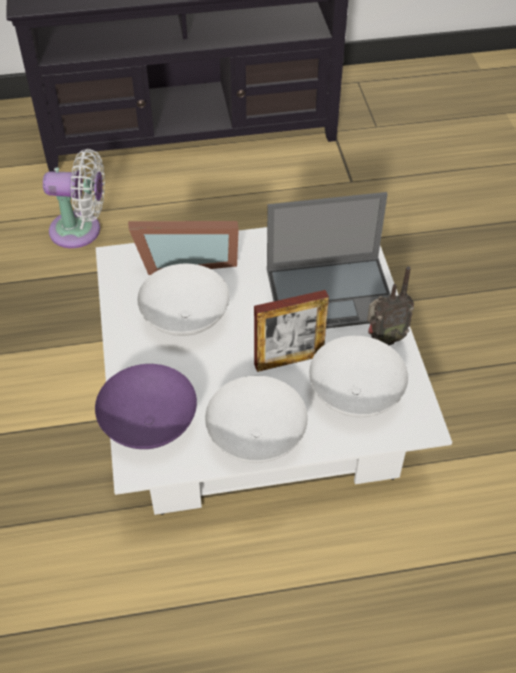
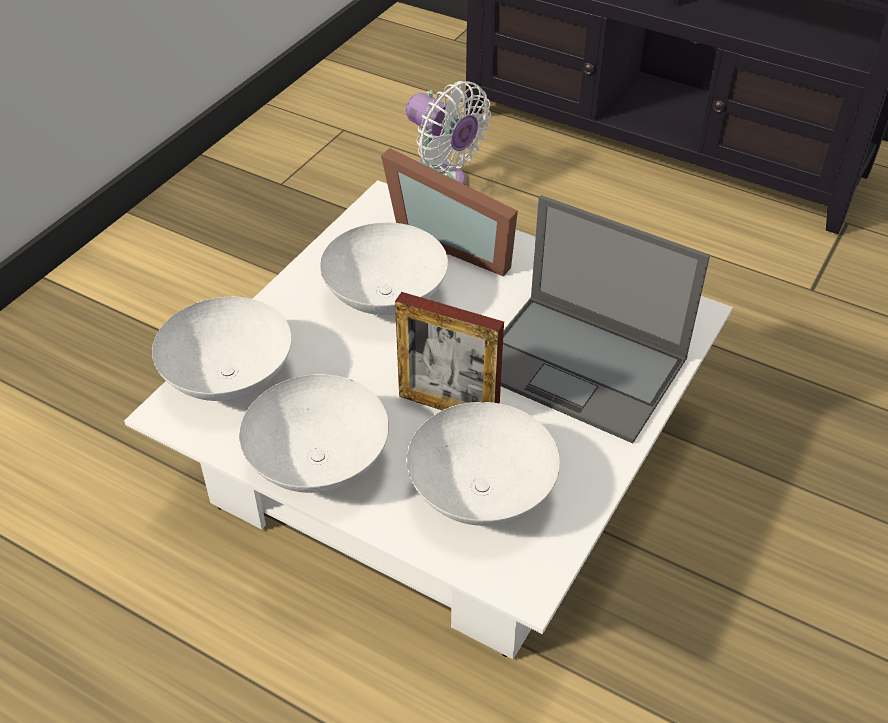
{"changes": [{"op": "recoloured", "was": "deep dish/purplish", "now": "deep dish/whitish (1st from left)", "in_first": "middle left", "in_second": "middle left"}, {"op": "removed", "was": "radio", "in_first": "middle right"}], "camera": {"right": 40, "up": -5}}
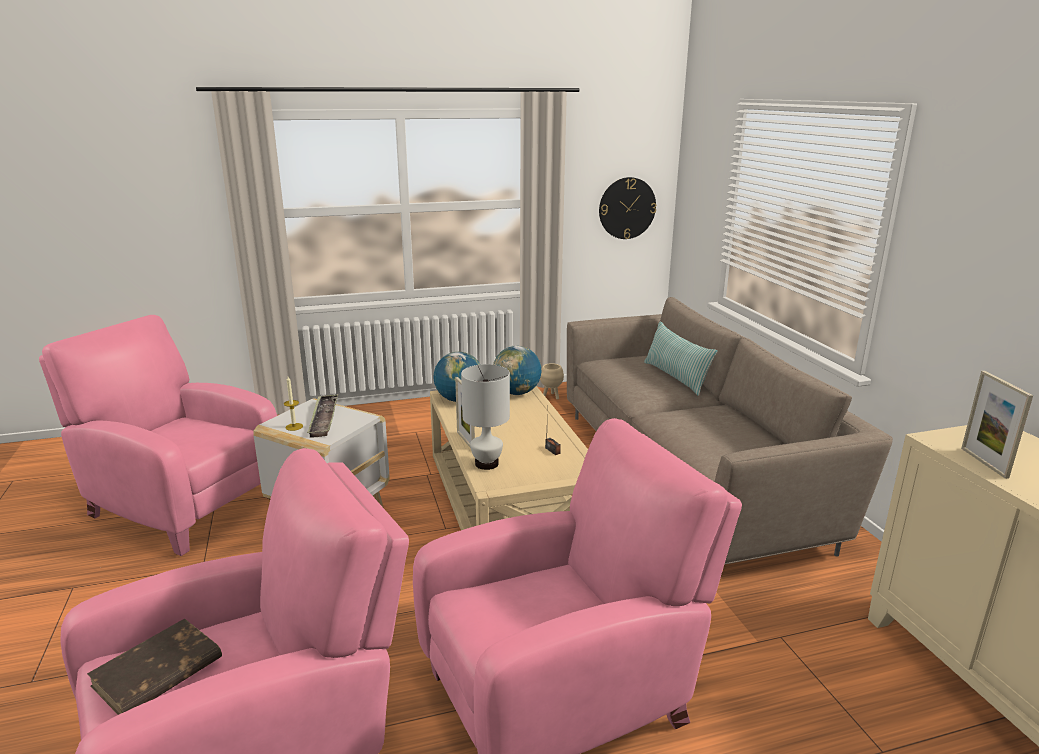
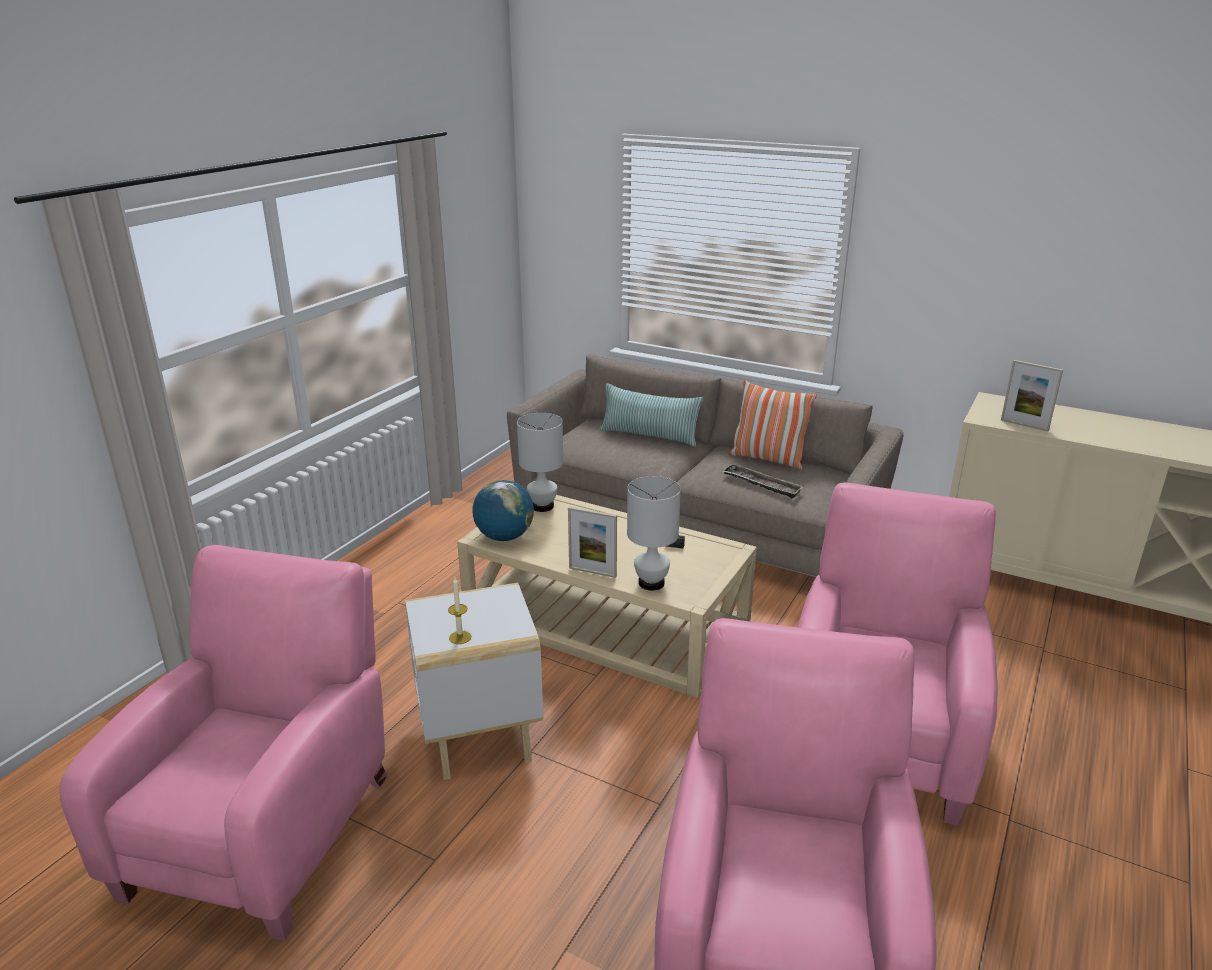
{"changes": [{"op": "turned", "was": "armchair/pink-coloured (1st from left)", "in_first": "middle left", "in_second": "bottom left", "clockwise": 120}, {"op": "replaced", "was": "world globe (2nd from left)", "now": "table lamp/whitish (1st from left)", "in_first": "centre", "in_second": "centre"}, {"op": "moved", "was": "tray", "in_first": "middle left", "in_second": "centre"}, {"op": "added", "now": "throw pillow (2nd from left)", "in_second": "centre"}, {"op": "removed", "was": "book/brownish", "in_first": "bottom left"}, {"op": "removed", "was": "planter/sand-coloured", "in_first": "centre"}, {"op": "removed", "was": "wall clock", "in_first": "top centre"}], "camera": {"right": -45, "up": 5}}
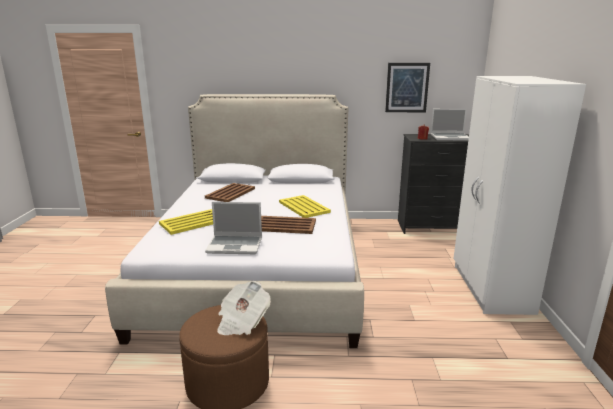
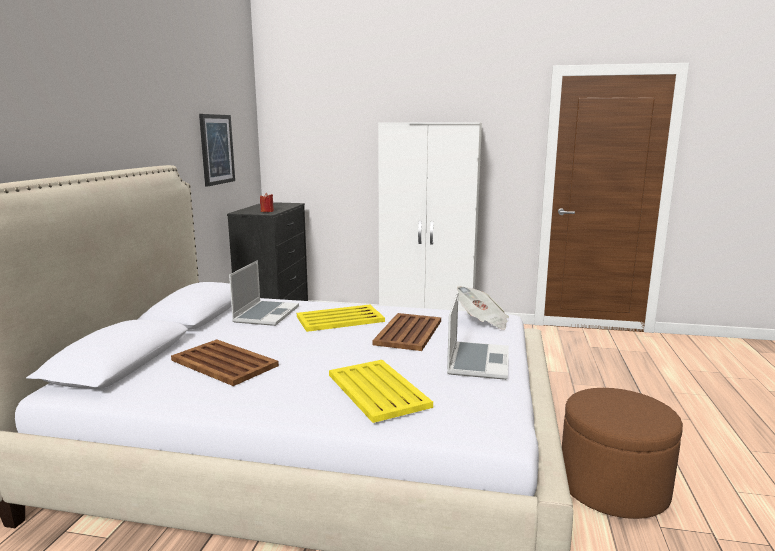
{"changes": [{"op": "moved", "was": "portable computer (2nd from left in the first image)", "now": "portable computer (1st from left)", "in_first": "top right", "in_second": "centre"}, {"op": "moved", "was": "printed paper", "in_first": "bottom centre", "in_second": "centre"}], "camera": {"right": -80, "up": -5}}
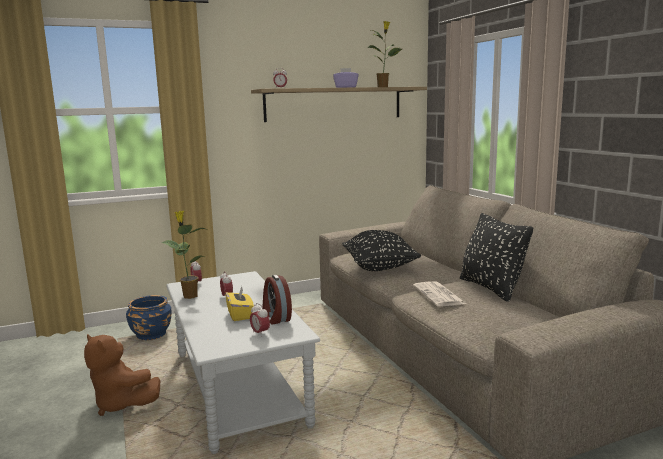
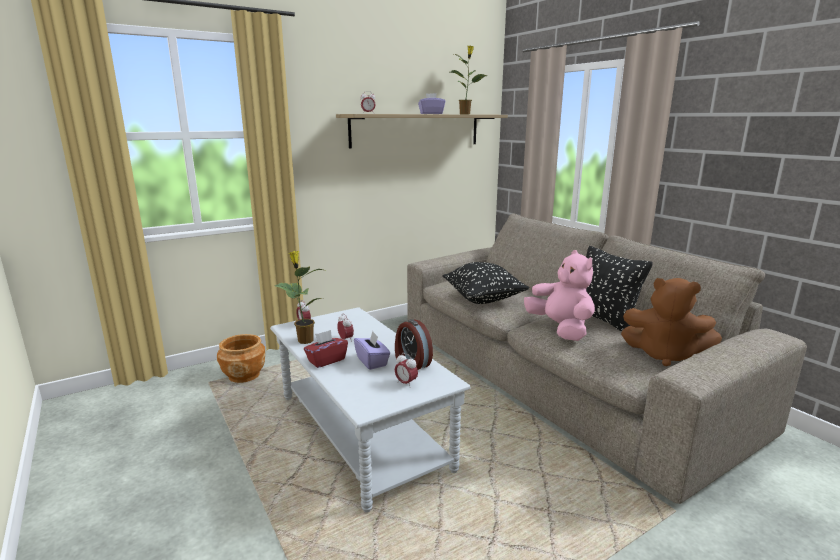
{"changes": [{"op": "recoloured", "was": "planter/bluish", "now": "planter/brownish", "in_first": "bottom left", "in_second": "middle left"}, {"op": "added", "now": "box of tissues/reddish", "in_second": "centre"}, {"op": "recoloured", "was": "box of tissues/yellow", "now": "box of tissues/purplish (1st from left)", "in_first": "centre", "in_second": "centre"}, {"op": "replaced", "was": "printed paper", "now": "soft toy/pink-coloured", "in_first": "centre", "in_second": "centre"}, {"op": "moved", "was": "soft toy/brownish", "in_first": "bottom left", "in_second": "middle right"}], "camera": {"right": -10, "up": 5}}
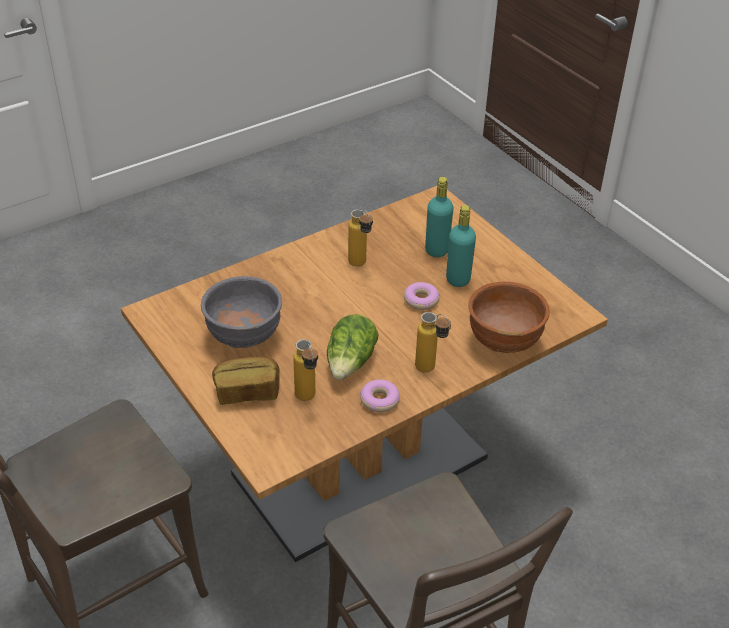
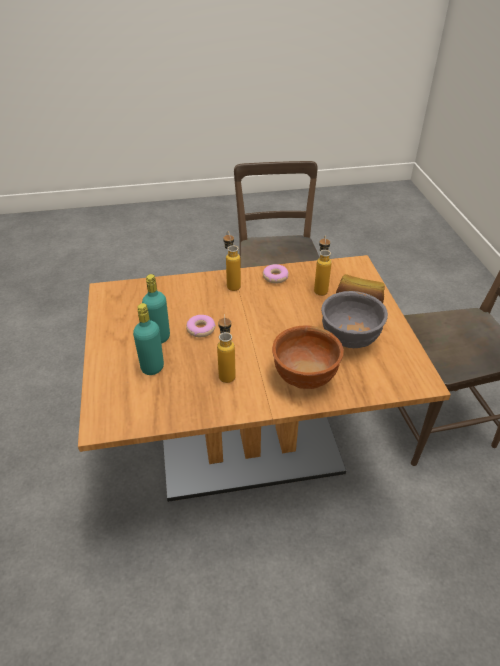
{"changes": [{"op": "moved", "was": "deep dish/brownish", "in_first": "middle right", "in_second": "centre"}, {"op": "removed", "was": "head of lettuce", "in_first": "centre"}], "camera": {"right": -155, "up": 0}}
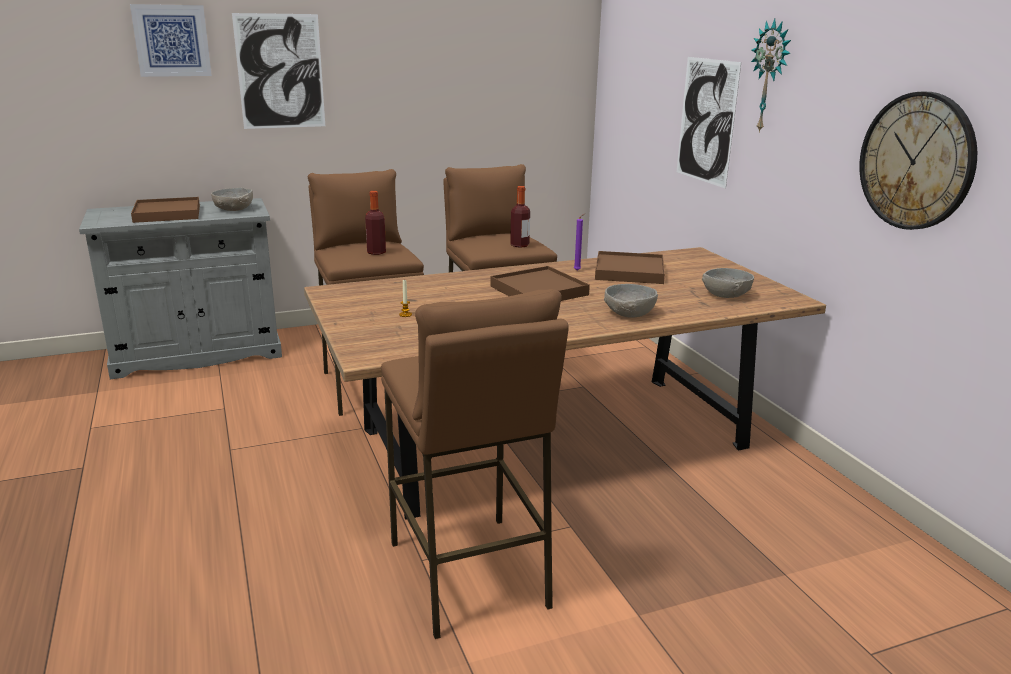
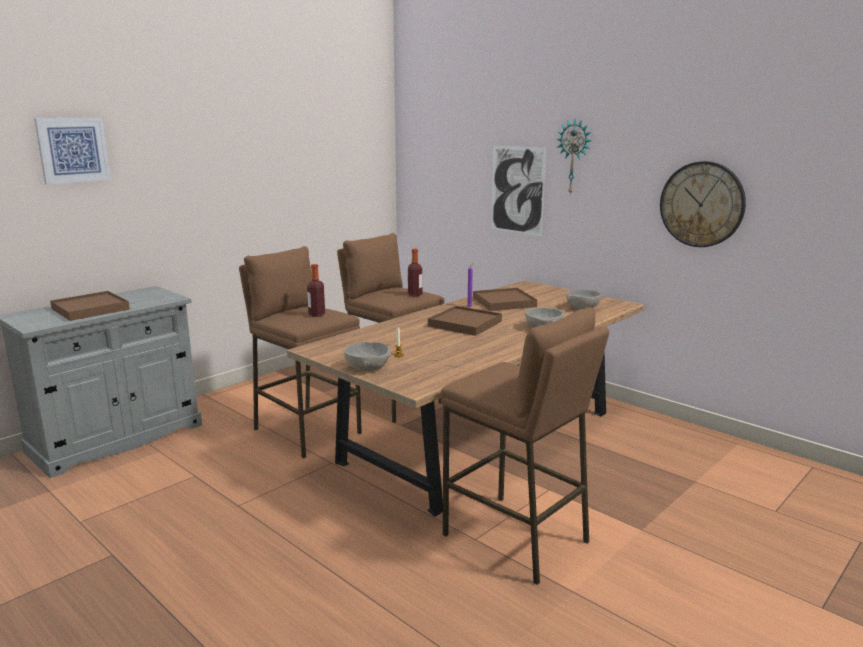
{"changes": [{"op": "moved", "was": "deep dish/greyish (1st from left)", "in_first": "top left", "in_second": "centre"}, {"op": "removed", "was": "wall picture (2nd from left)", "in_first": "top left"}], "camera": {"right": -25, "up": -5}}
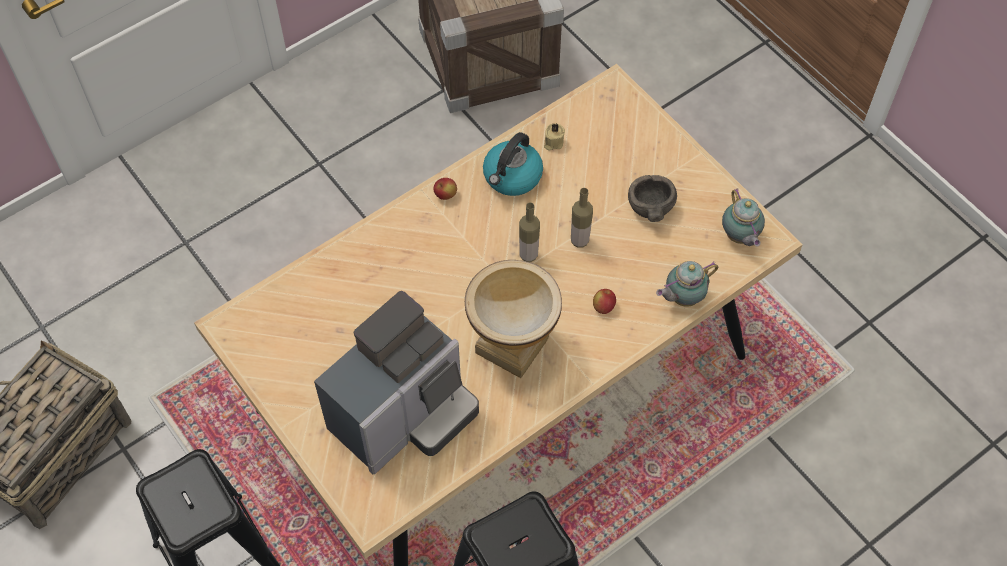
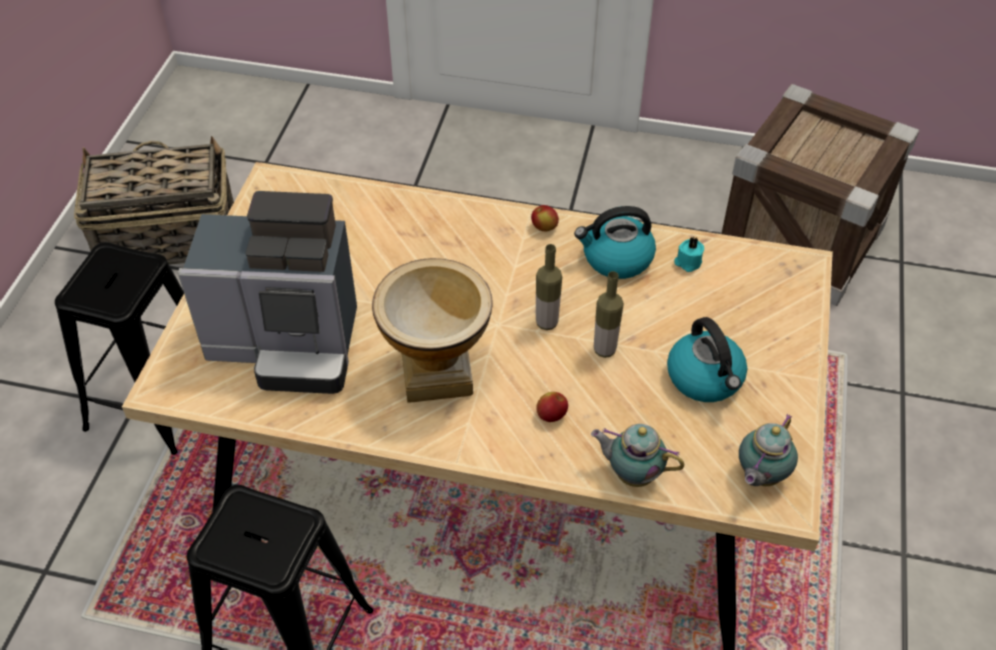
{"changes": [{"op": "replaced", "was": "deep dish/greyish", "now": "tea kettle (2nd from left)", "in_first": "centre", "in_second": "middle right"}, {"op": "recoloured", "was": "wax candle/sand-coloured", "now": "wax candle/turquoise-coloured", "in_first": "top centre", "in_second": "middle right"}], "camera": {"right": 50, "up": -10}}
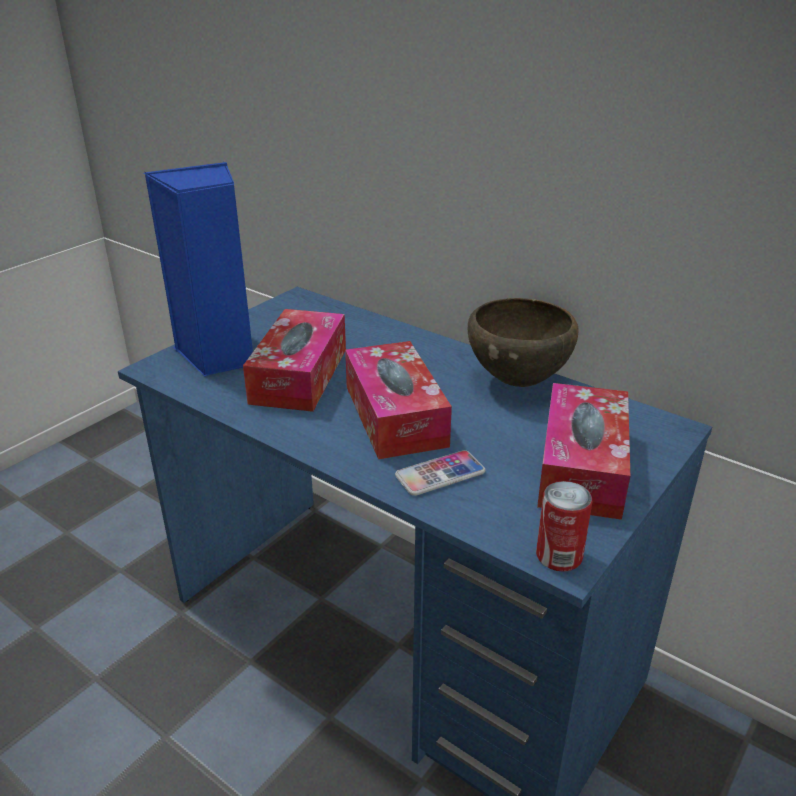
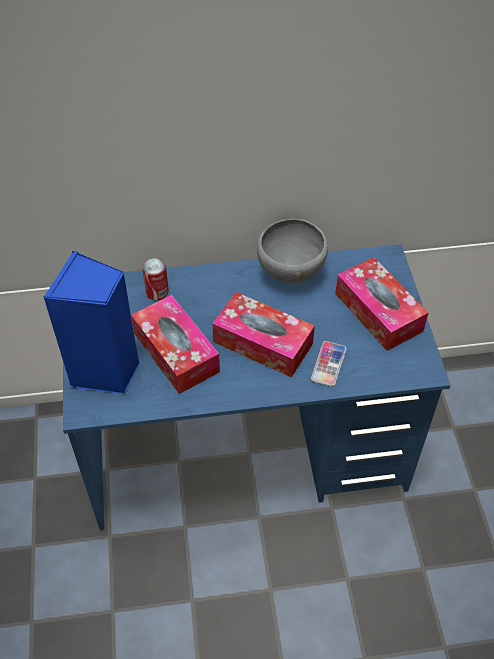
{"changes": [{"op": "moved", "was": "sealed can", "in_first": "middle right", "in_second": "middle left"}, {"op": "recoloured", "was": "deep dish/brownish", "now": "deep dish/greyish", "in_first": "centre", "in_second": "centre"}], "camera": {"right": -45, "up": 20}}
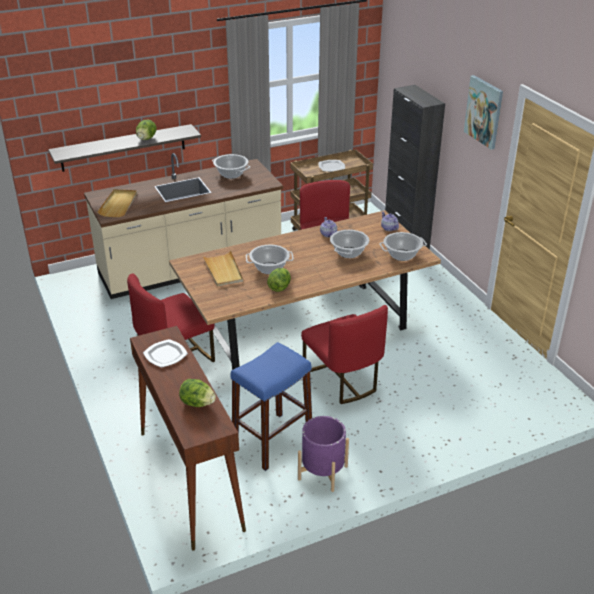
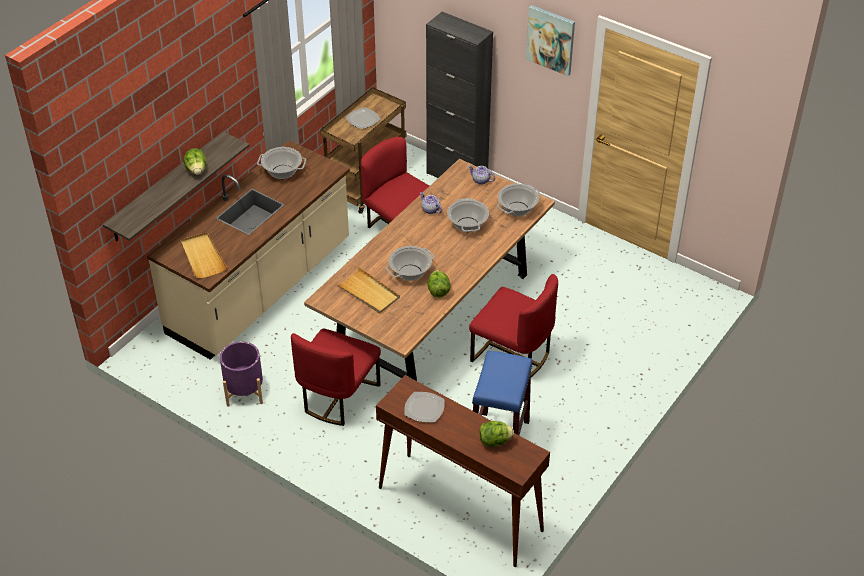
{"changes": [{"op": "moved", "was": "planter/purplish", "in_first": "bottom centre", "in_second": "middle left"}], "camera": {"right": -30, "up": 10}}
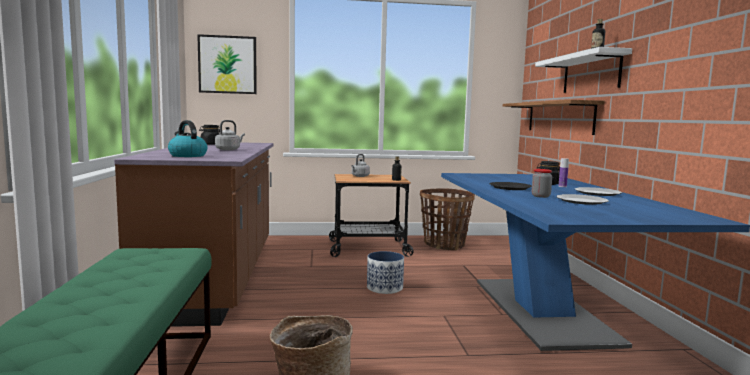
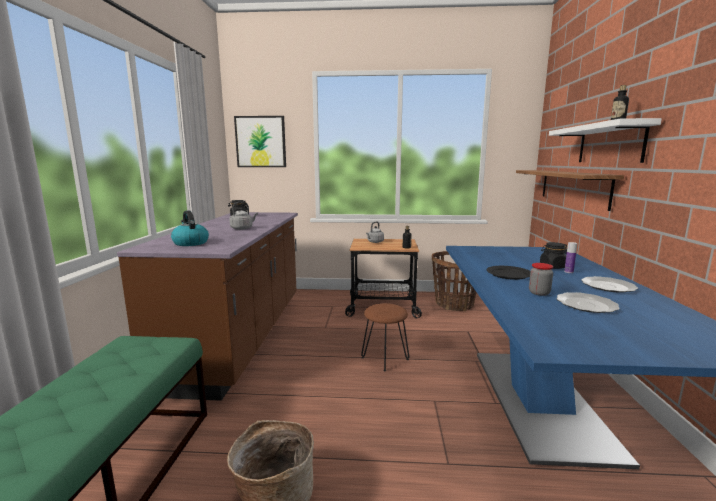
{"changes": [{"op": "replaced", "was": "planter", "now": "sitting stool/brownish", "in_first": "bottom centre", "in_second": "bottom centre"}], "camera": {"right": 10, "up": 5}}
